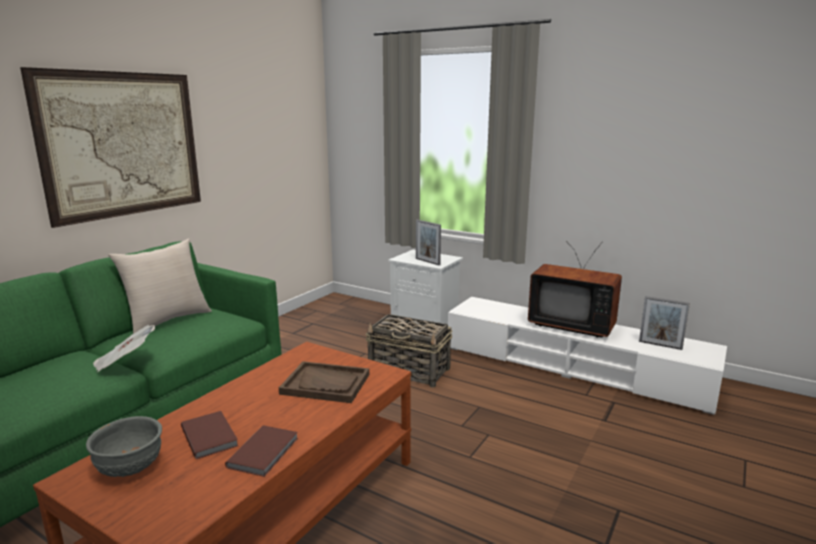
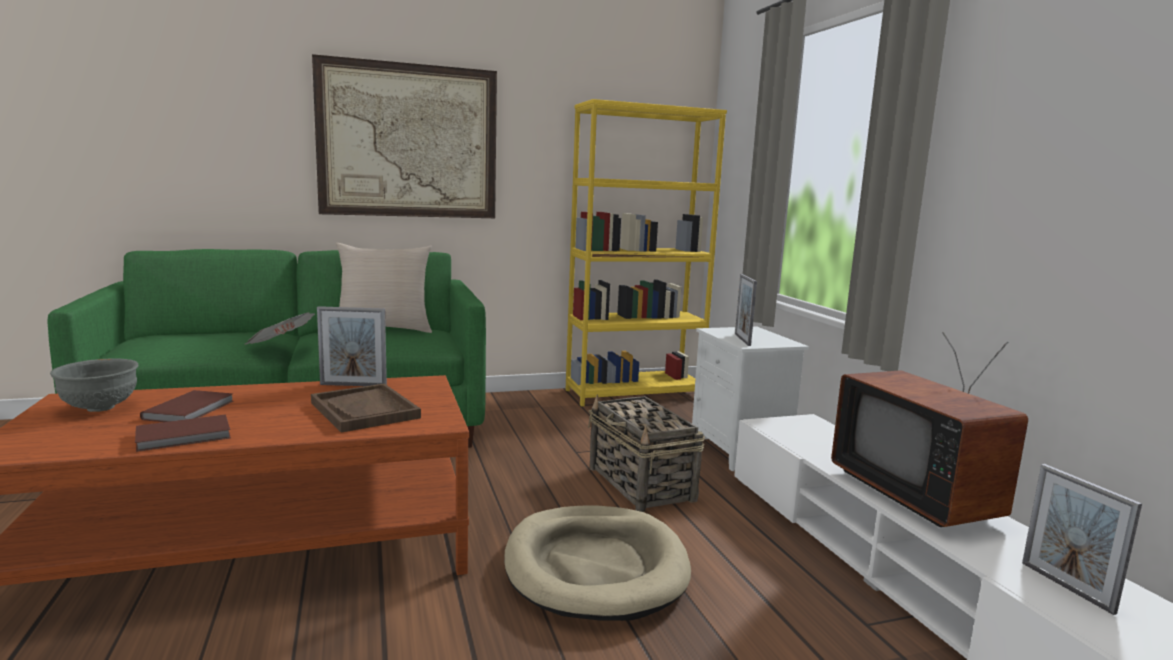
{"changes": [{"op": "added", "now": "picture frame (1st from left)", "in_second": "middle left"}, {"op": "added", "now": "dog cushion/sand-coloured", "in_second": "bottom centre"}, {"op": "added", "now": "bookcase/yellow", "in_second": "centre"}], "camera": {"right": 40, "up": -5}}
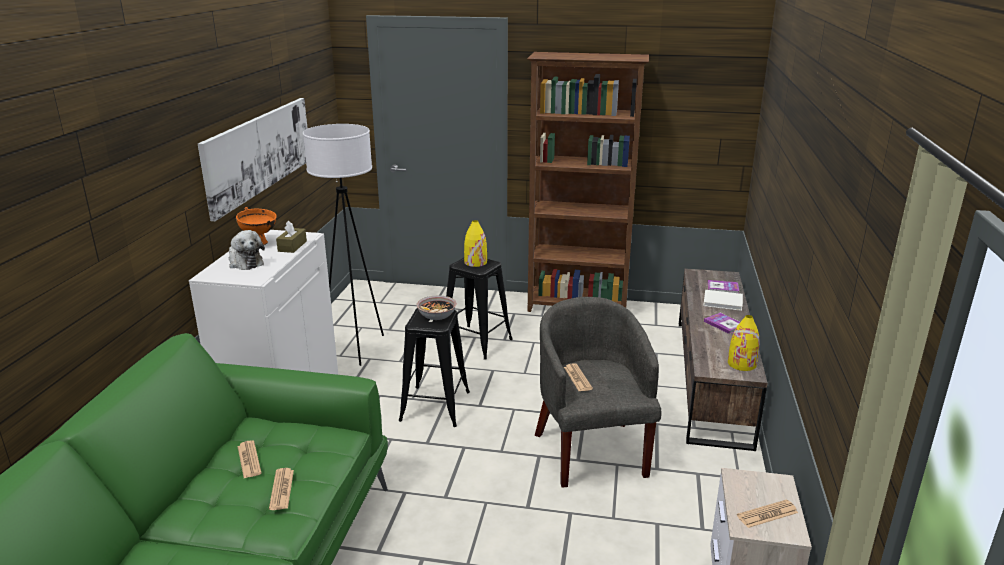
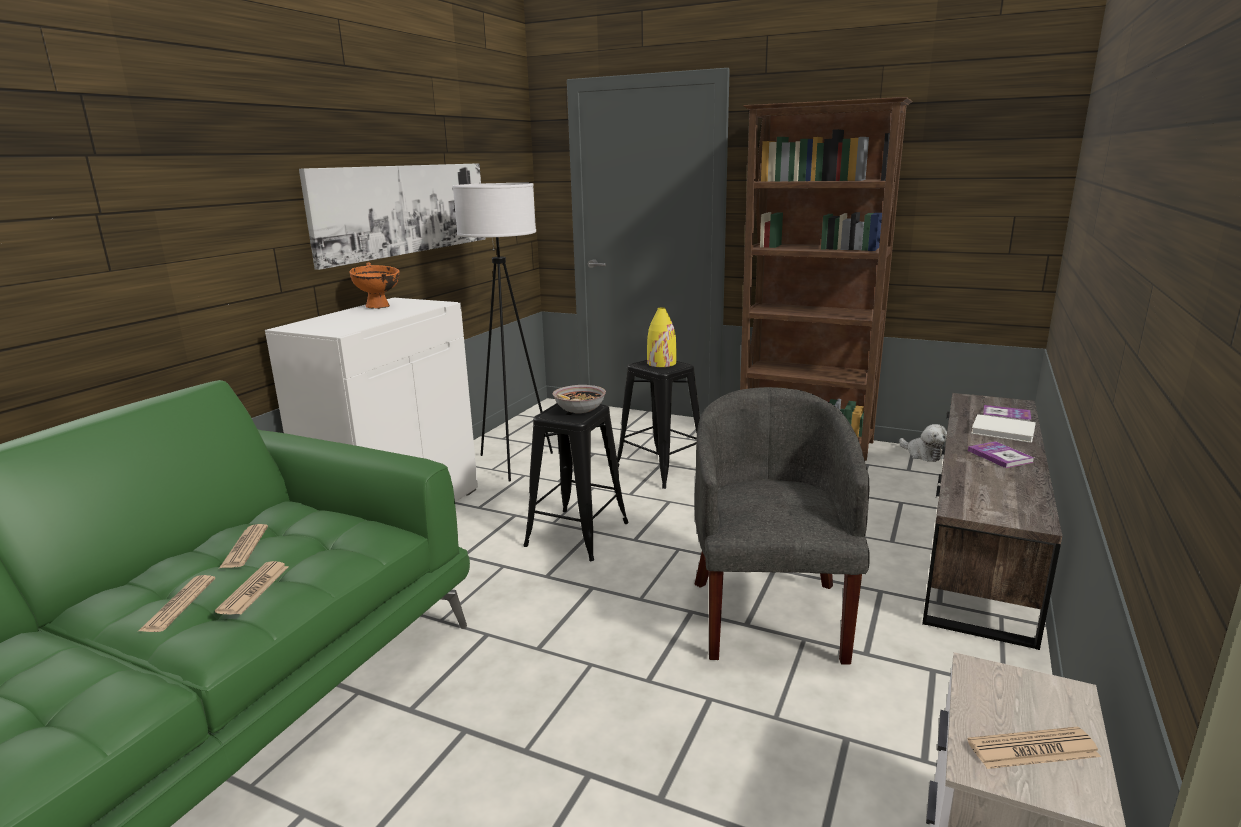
{"changes": [{"op": "moved", "was": "printed paper (3rd from left in the first image)", "now": "printed paper (1st from left)", "in_first": "bottom centre", "in_second": "bottom left"}, {"op": "moved", "was": "soft toy", "in_first": "middle left", "in_second": "middle right"}, {"op": "removed", "was": "box of tissues/brownish", "in_first": "middle left"}, {"op": "removed", "was": "decorative vase/yellow (2nd from left)", "in_first": "middle right"}], "camera": {"right": 15, "up": -5}}
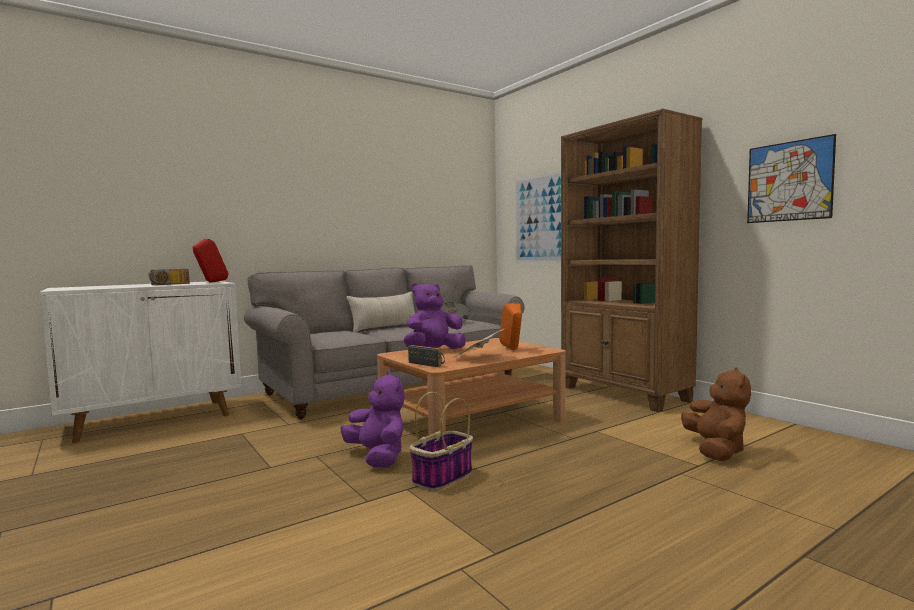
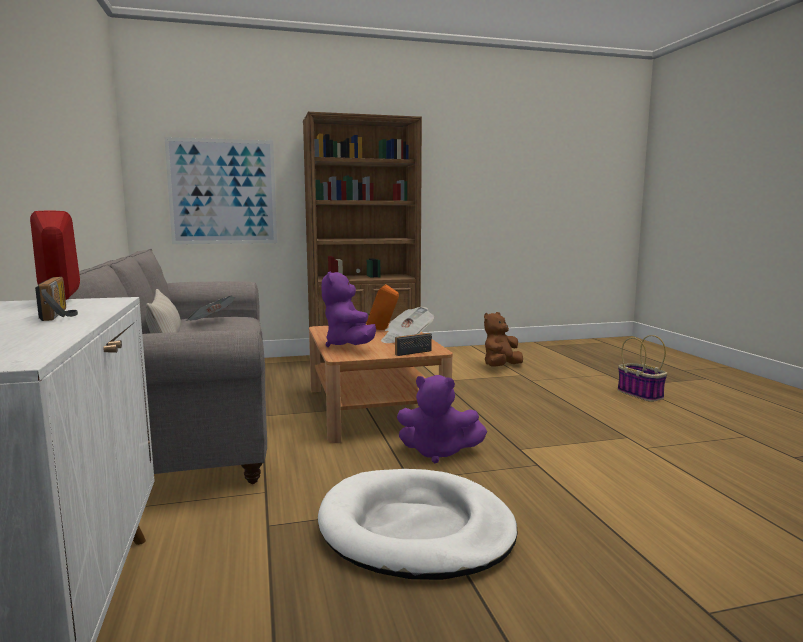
{"changes": [{"op": "added", "now": "dog cushion/whitish", "in_second": "bottom centre"}, {"op": "turned", "was": "soft toy/purplish (1st from left in the first image)", "in_first": "bottom centre", "in_second": "centre", "clockwise": -150}, {"op": "turned", "was": "soft toy/brownish", "in_first": "bottom right", "in_second": "centre", "clockwise": -75}, {"op": "moved", "was": "household basket", "in_first": "bottom centre", "in_second": "middle right"}, {"op": "removed", "was": "wall picture (2nd from left)", "in_first": "top right"}], "camera": {"right": -70, "up": 5}}
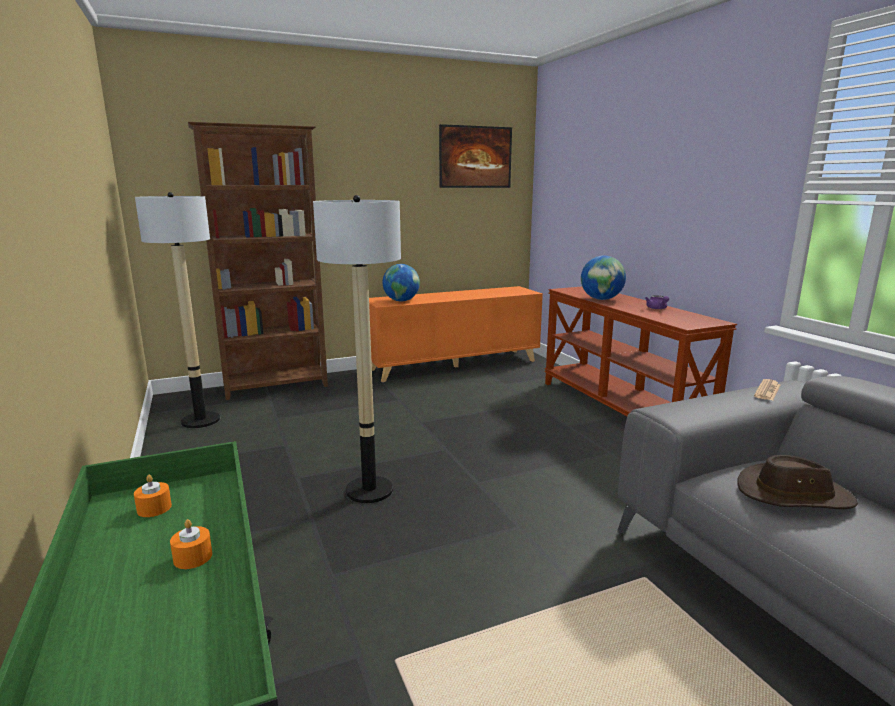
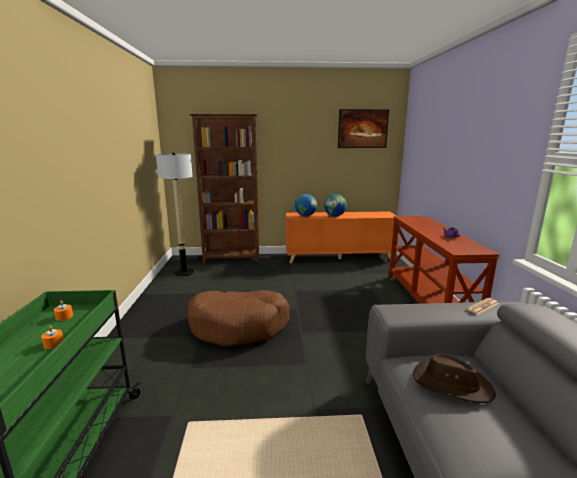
{"changes": [{"op": "replaced", "was": "floor lamp (2nd from left)", "now": "dog cushion/brownish", "in_first": "centre", "in_second": "centre"}, {"op": "moved", "was": "world globe (2nd from left)", "in_first": "middle right", "in_second": "centre"}], "camera": {"right": 20, "up": 0}}
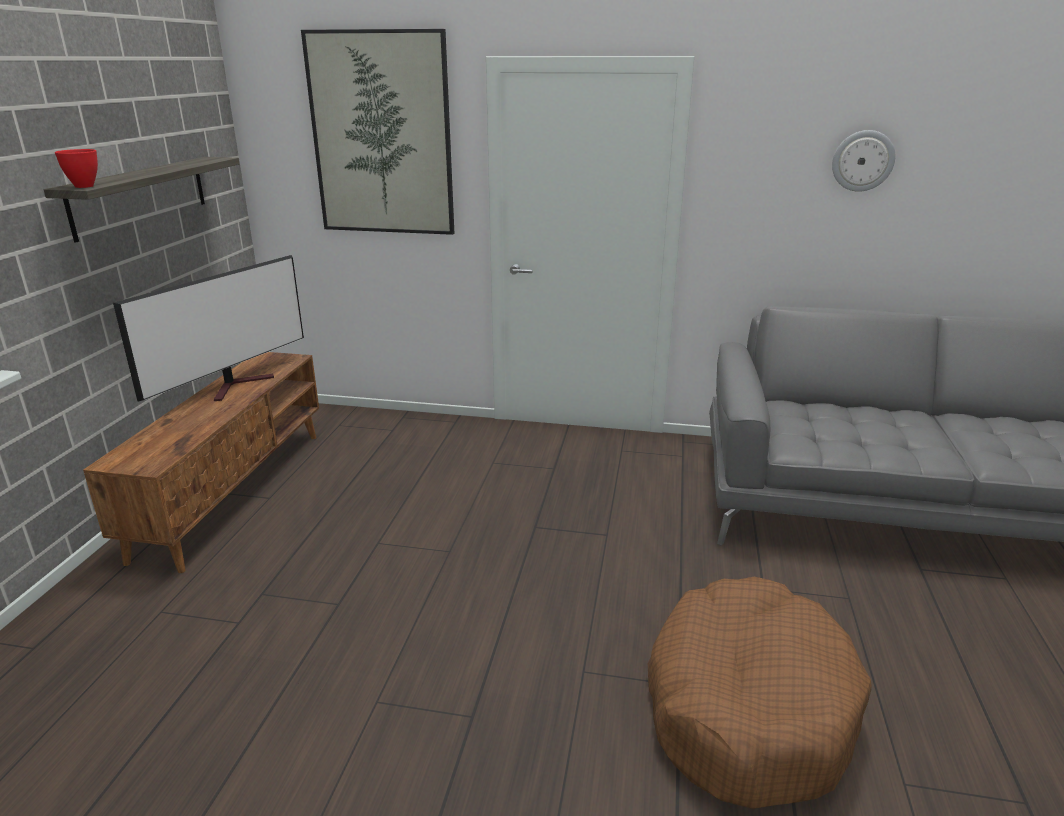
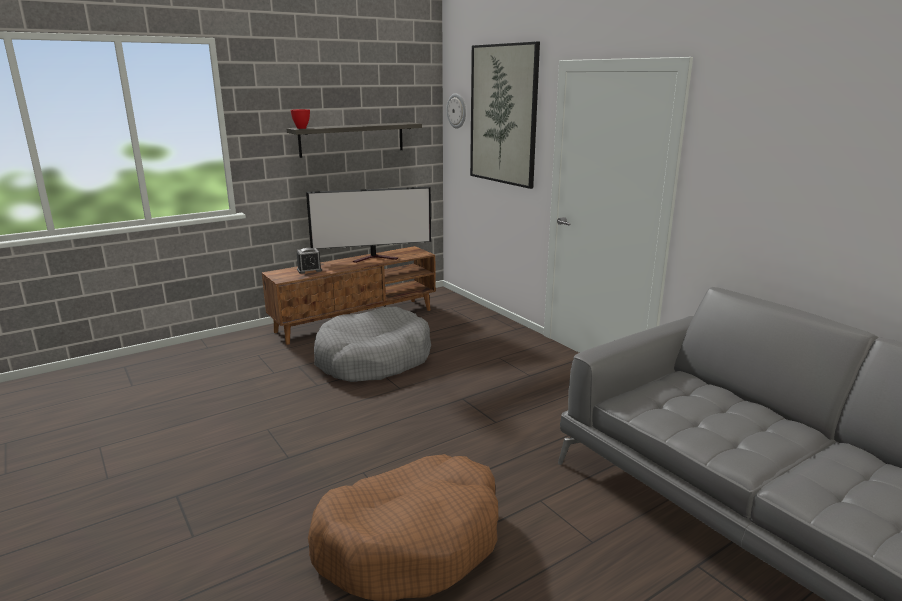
{"changes": [{"op": "added", "now": "bedside clock", "in_second": "centre"}, {"op": "added", "now": "dog cushion/greyish", "in_second": "centre"}, {"op": "moved", "was": "wall clock", "in_first": "top right", "in_second": "top centre"}], "camera": {"right": 45, "up": -5}}
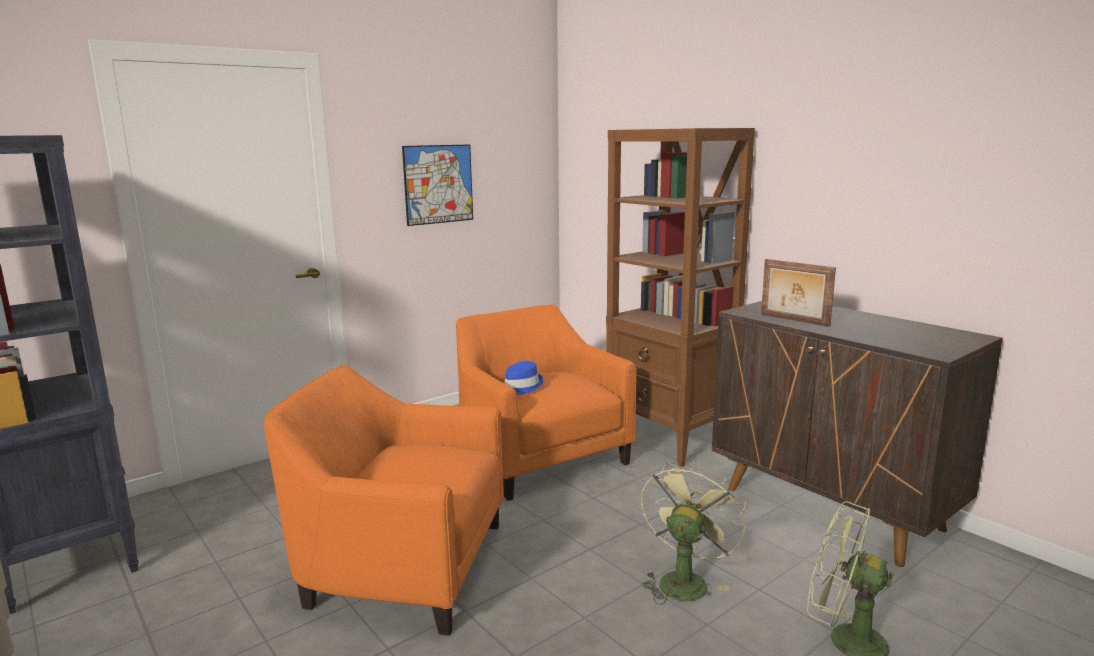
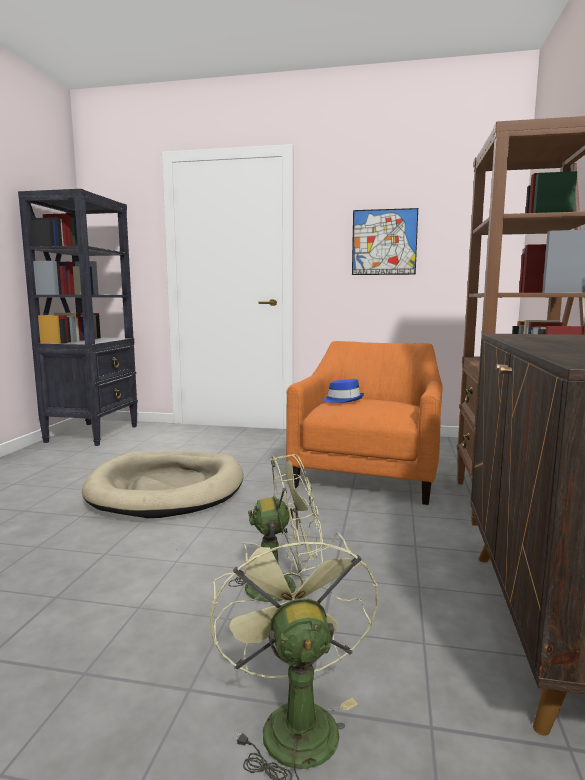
{"changes": [{"op": "replaced", "was": "armchair/orangey (1st from left)", "now": "dog cushion/sand-coloured", "in_first": "bottom centre", "in_second": "middle left"}, {"op": "removed", "was": "picture frame", "in_first": "middle right"}], "camera": {"right": 50, "up": -5}}
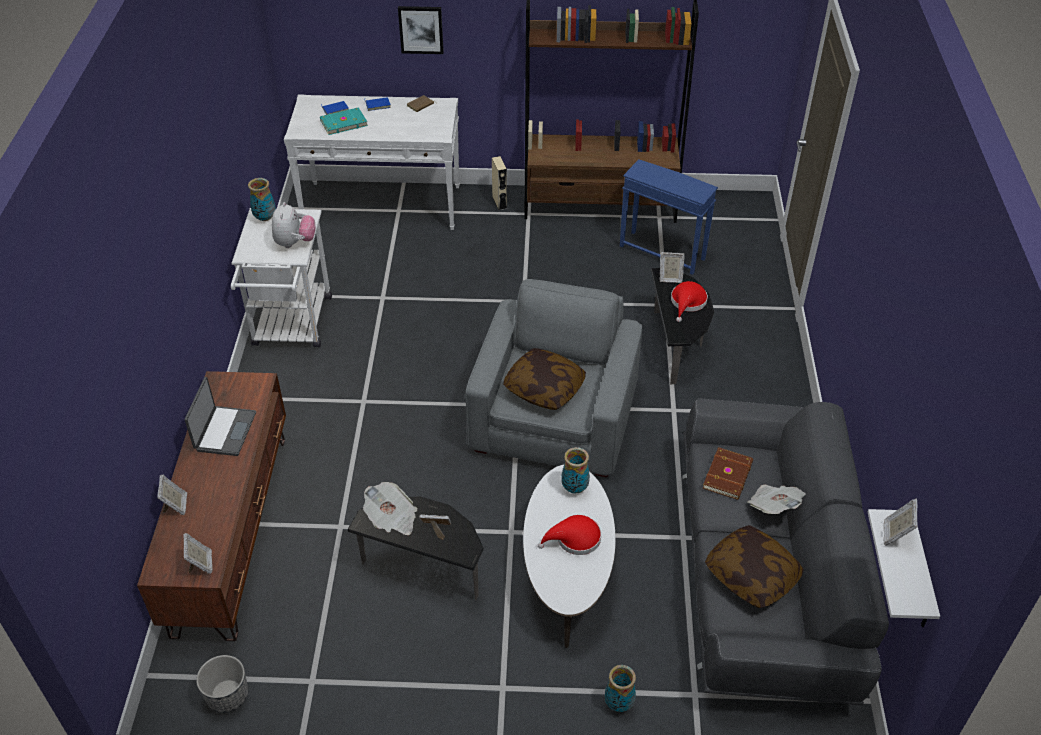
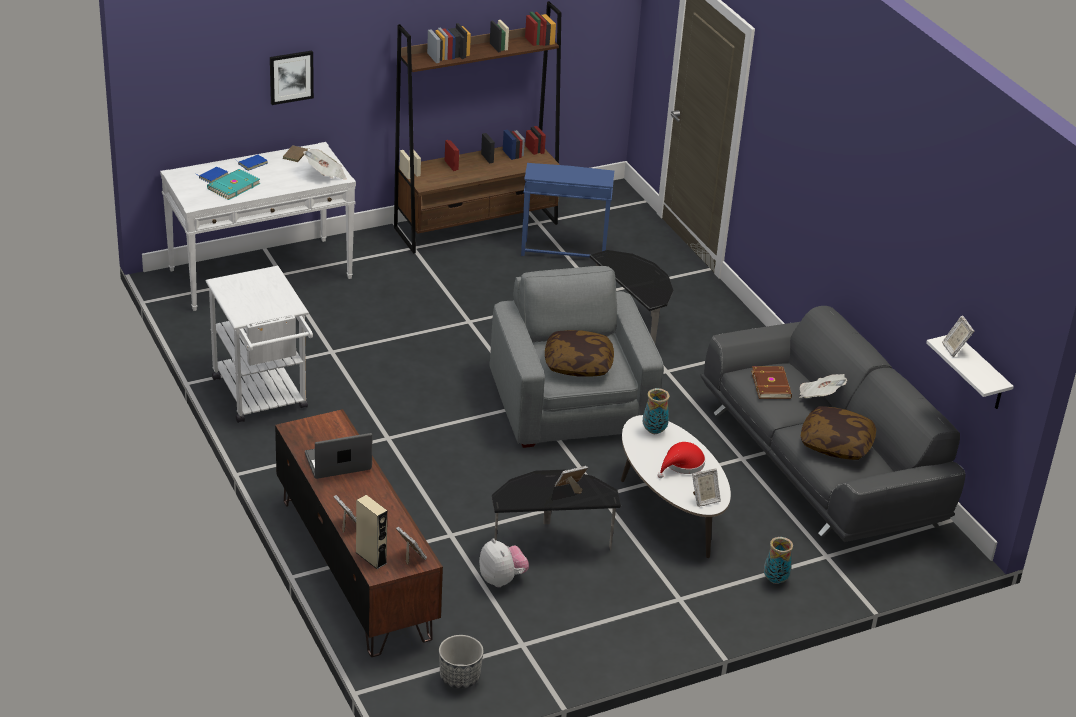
{"changes": [{"op": "moved", "was": "printed paper (1st from left)", "in_first": "bottom centre", "in_second": "top left"}, {"op": "turned", "was": "portable computer", "in_first": "middle left", "in_second": "middle left", "clockwise": -90}, {"op": "moved", "was": "speaker/sand-coloured", "in_first": "top centre", "in_second": "bottom centre"}, {"op": "moved", "was": "soft toy", "in_first": "top left", "in_second": "bottom centre"}, {"op": "moved", "was": "picture frame (4th from left)", "in_first": "centre", "in_second": "bottom centre"}, {"op": "removed", "was": "decorative vase (1st from left)", "in_first": "top left"}, {"op": "removed", "was": "wearable hat/reddish (2nd from left)", "in_first": "centre"}], "camera": {"right": -30, "up": -10}}
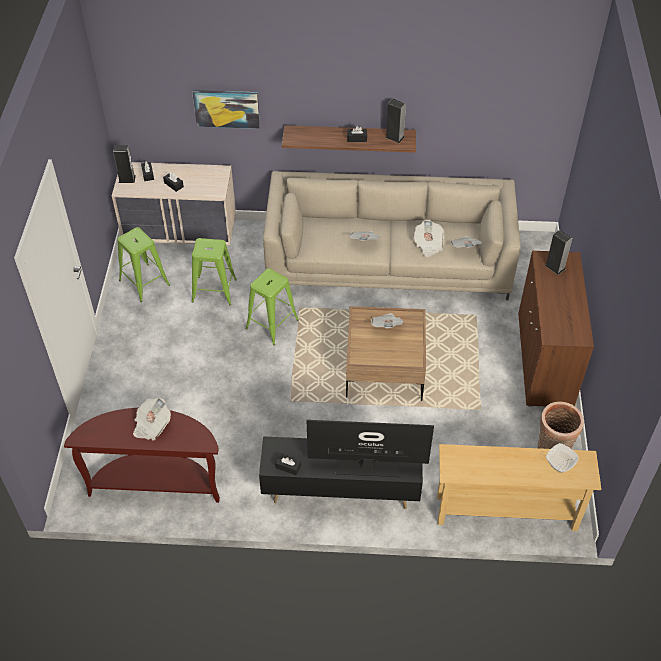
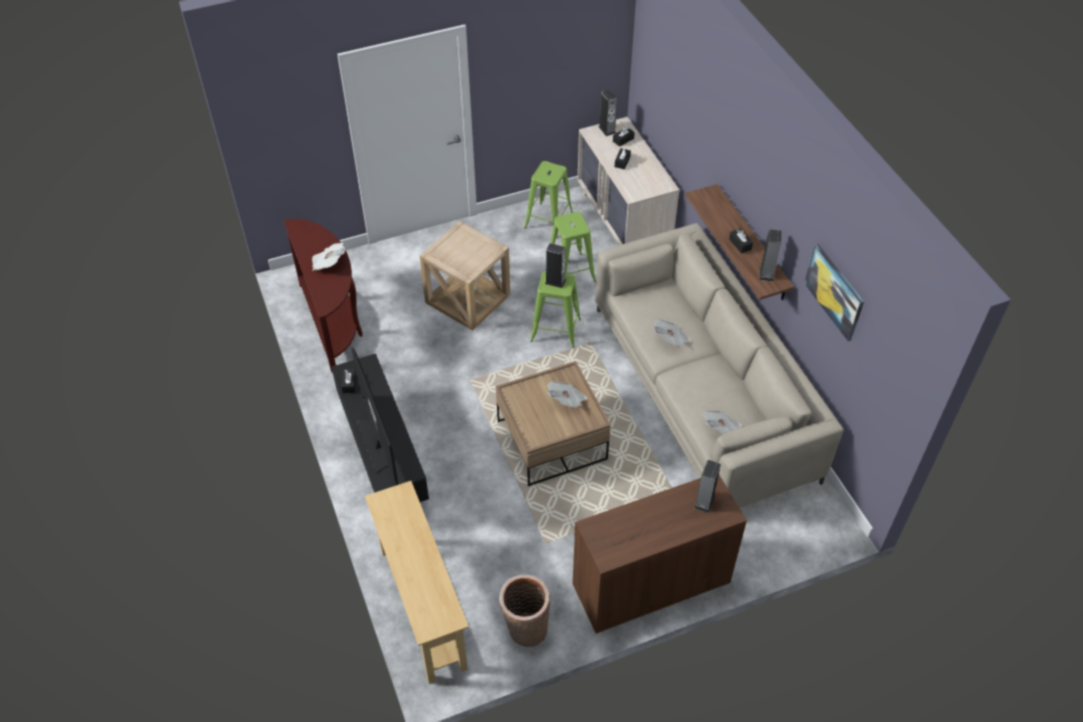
{"changes": [{"op": "added", "now": "accent table/sand-coloured", "in_second": "centre"}, {"op": "added", "now": "speaker (1st from left)", "in_second": "centre"}, {"op": "moved", "was": "wall picture", "in_first": "top centre", "in_second": "middle right"}, {"op": "removed", "was": "printed paper (4th from left)", "in_first": "centre"}, {"op": "removed", "was": "deep dish", "in_first": "bottom right"}], "camera": {"right": 65, "up": 0}}
